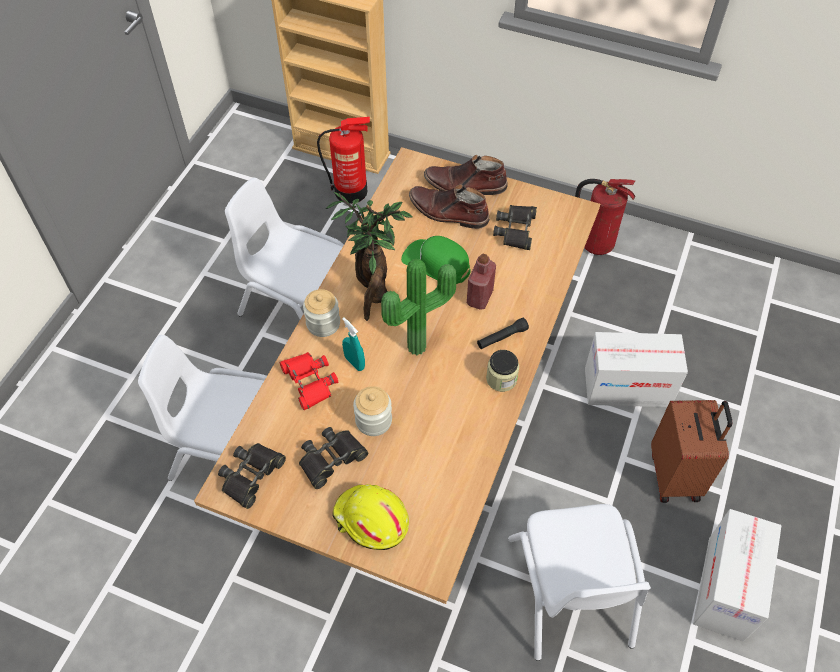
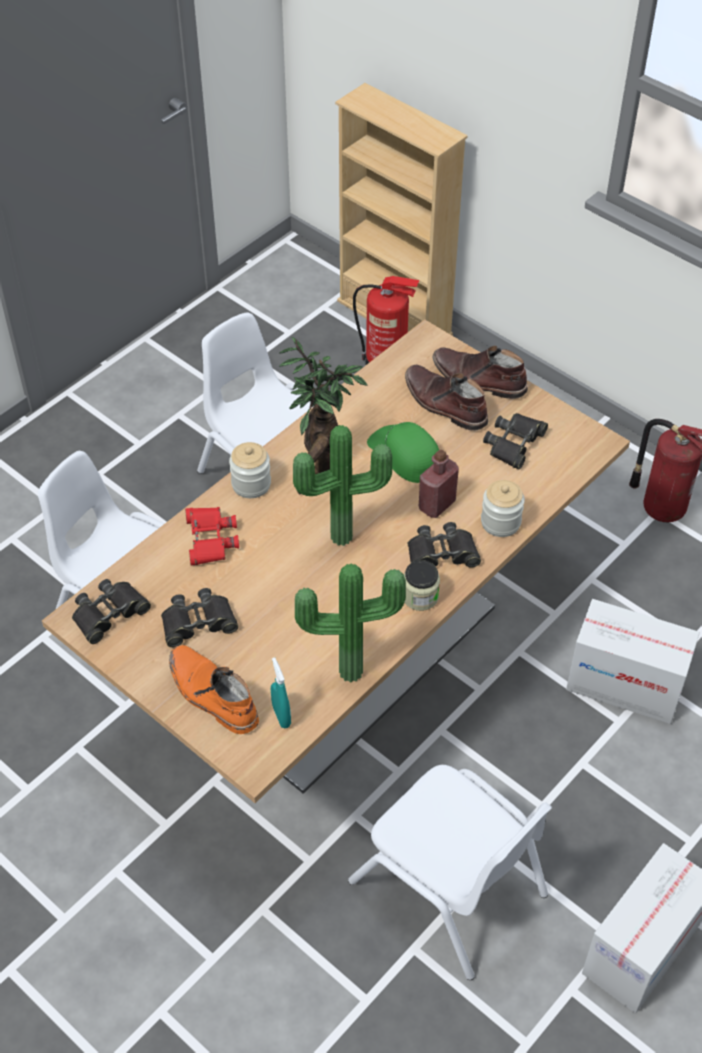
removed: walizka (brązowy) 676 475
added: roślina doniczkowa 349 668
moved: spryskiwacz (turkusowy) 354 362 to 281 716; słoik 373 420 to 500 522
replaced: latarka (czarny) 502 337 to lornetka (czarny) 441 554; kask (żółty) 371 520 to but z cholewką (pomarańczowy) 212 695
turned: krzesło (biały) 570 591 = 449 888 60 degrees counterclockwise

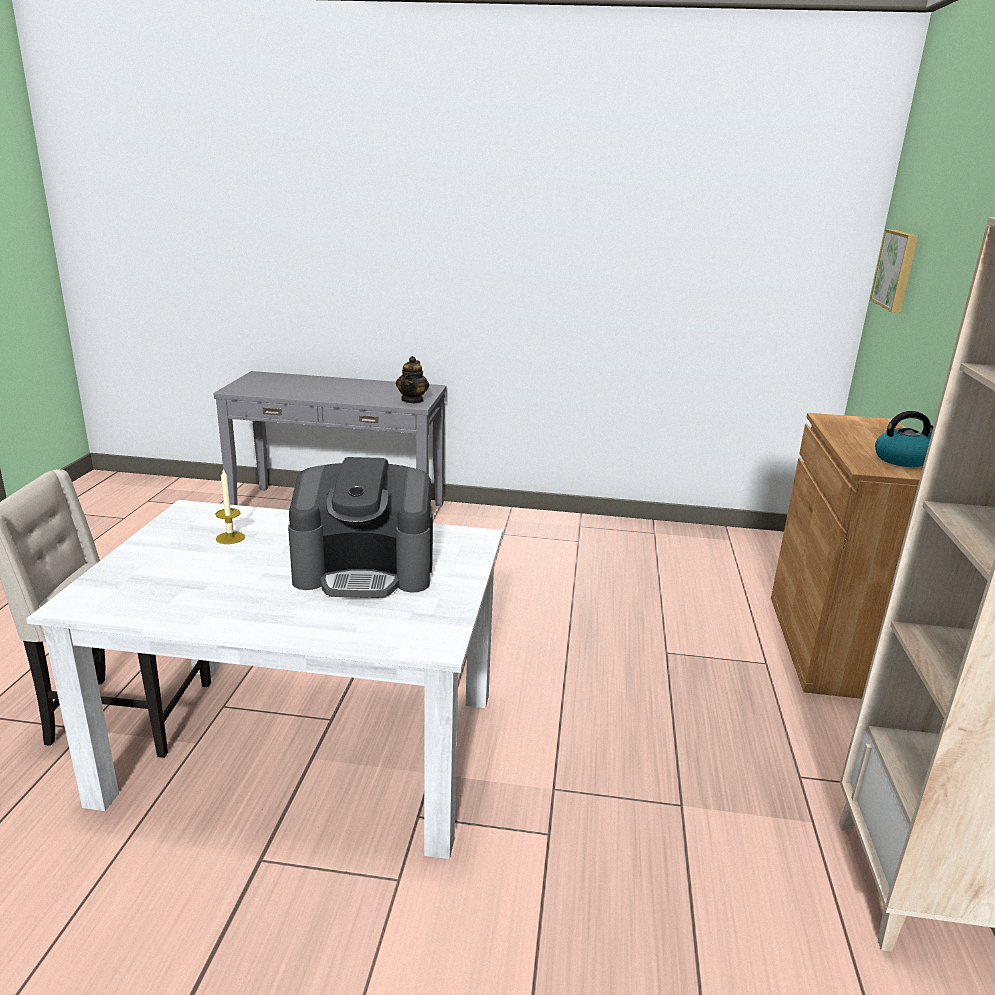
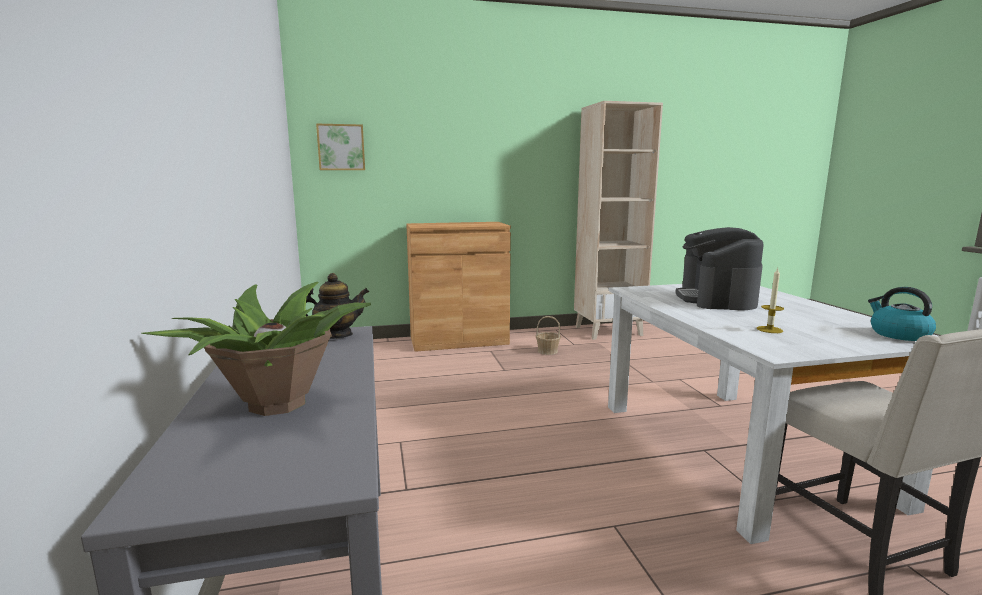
added: roślina doniczkowa 276 404; koszyk 547 351
moved: czajnik 902 459 to 898 334
turned: ekspres do kawy 365 570 = 716 299 150 degrees counterclockwise

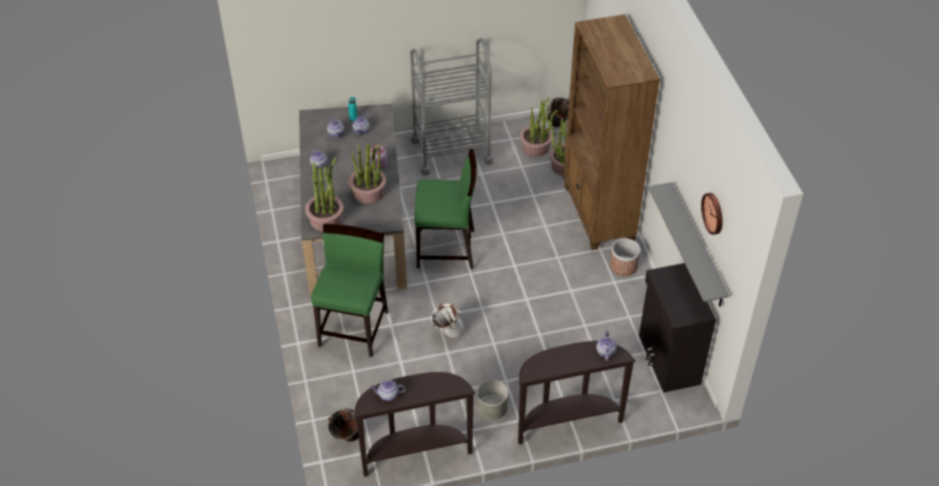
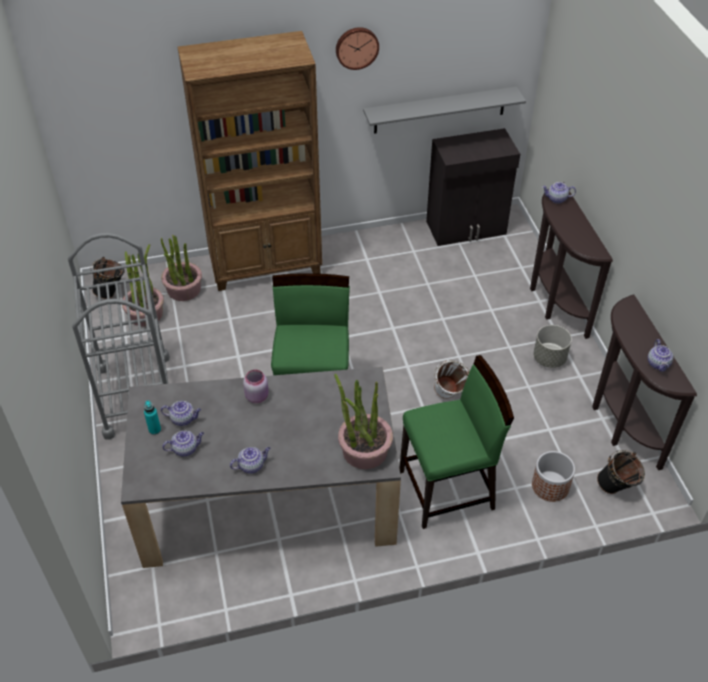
removed: roślina doniczkowa 368 192
moved: zegar ścienny 714 213 to 356 47; donica 623 266 to 550 486
turned: krzesło (zielony) 354 328 = 447 490 150 degrees clockwise

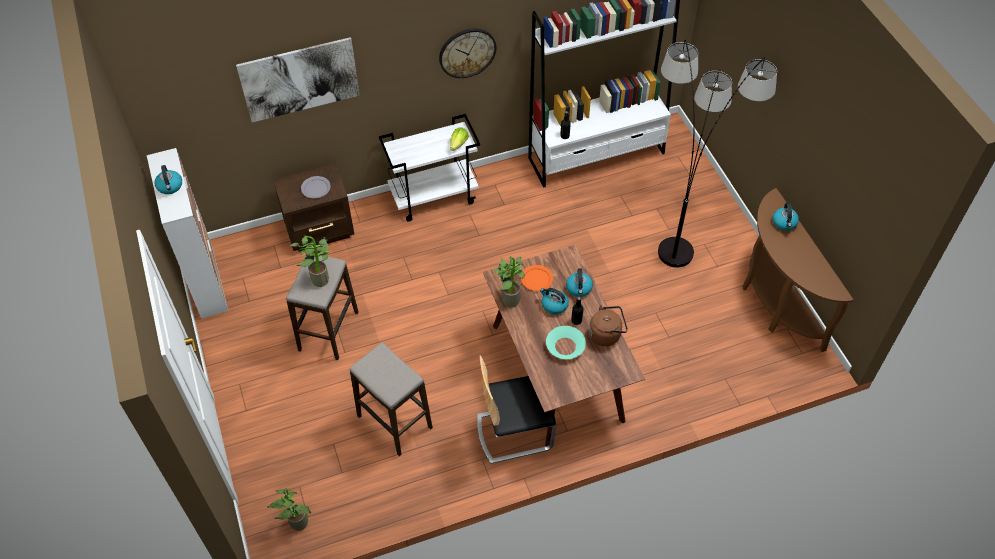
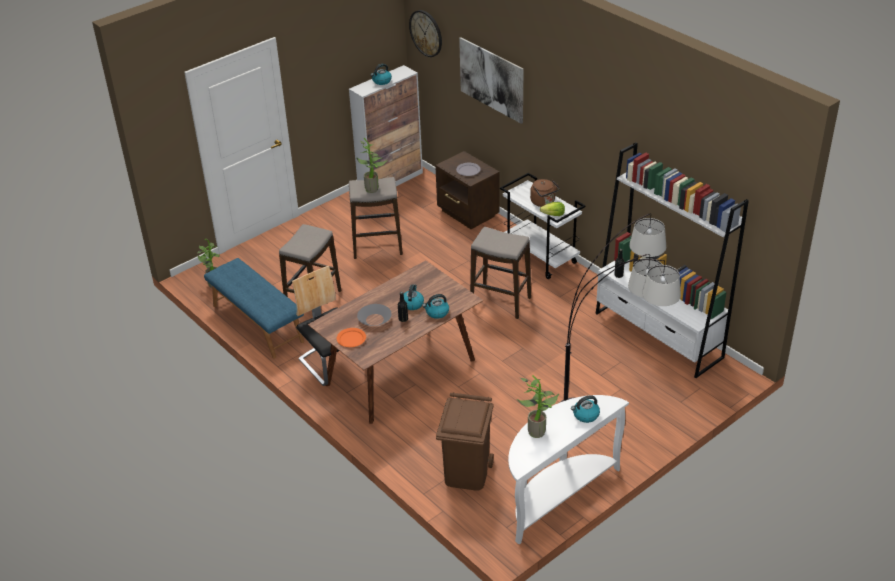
added: stołek 500 302; ławka (niebieski) 257 323; kosz na śmieci (brązowy) 467 473
moved: zegar ścienny 467 52 to 426 33; roślina doniczkowa 509 298 to 538 430; talerz (pomarańczowy) 536 279 to 351 338; czajnik (brązowy) 606 334 to 544 202
recoloured: stolik konsolowy (brązowy) 775 302 to stolik konsolowy (biały) 556 495; miska (turkusowy) 565 346 to miska (szary) 374 319

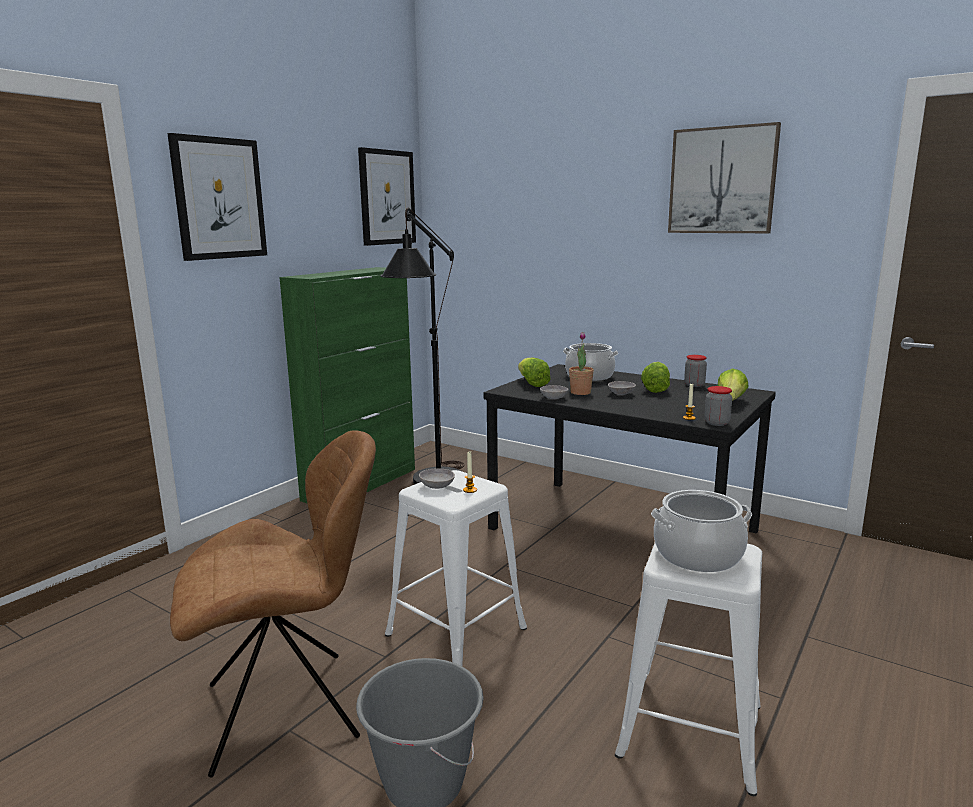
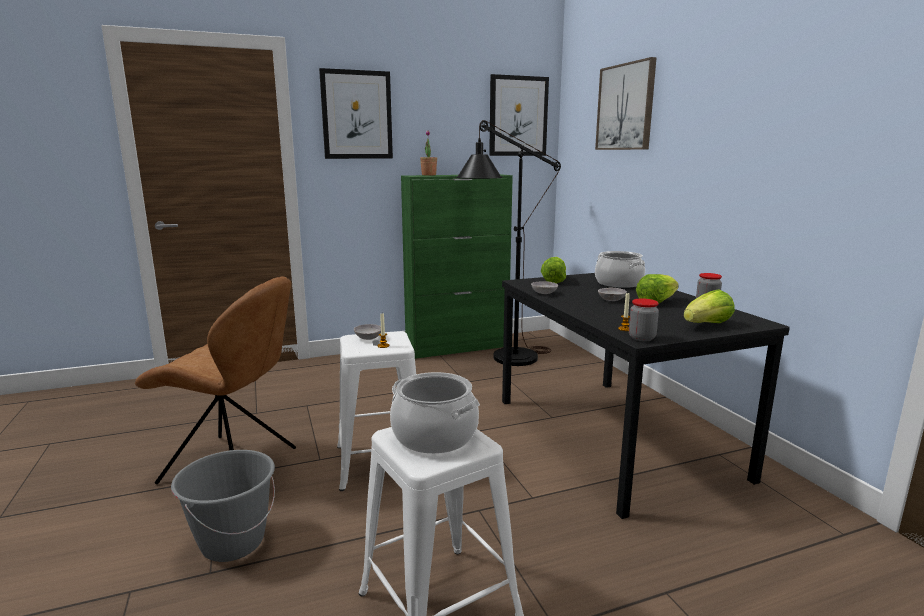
moved: obraz 722 180 to 625 107; roślina doniczkowa 580 392 to 428 175

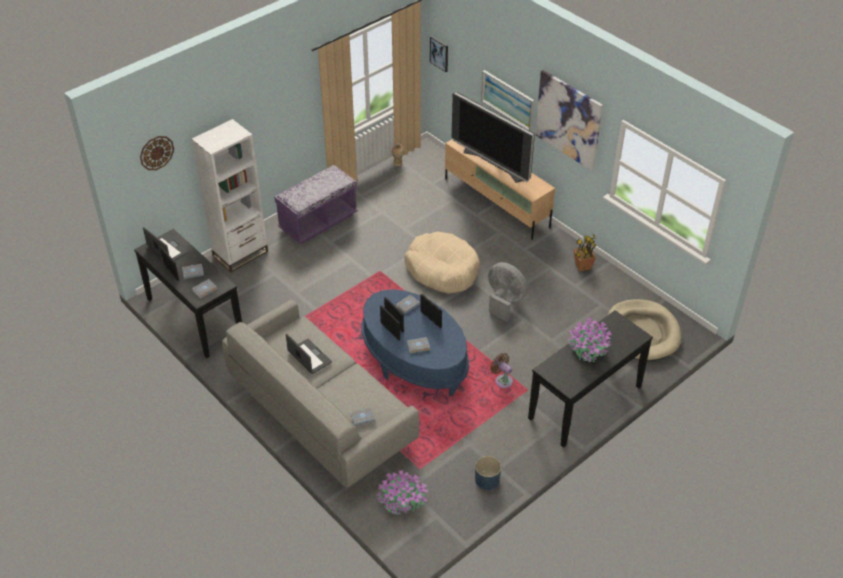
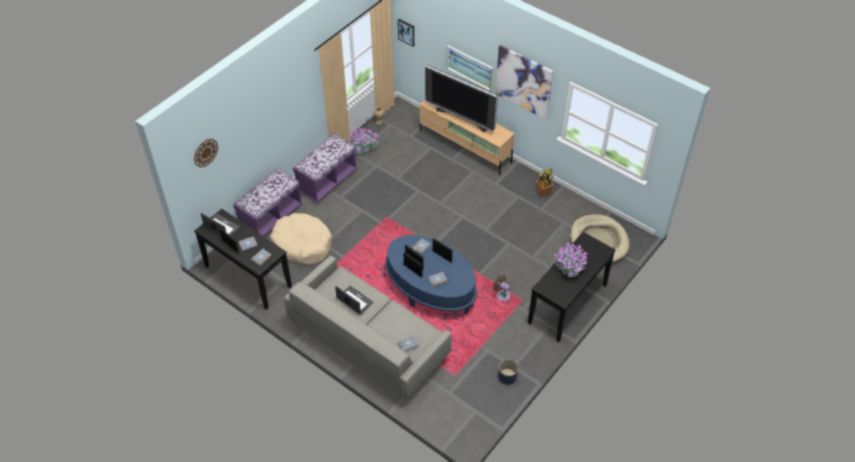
removed: wentylator (szary) 504 301
moved: legowisko (beżowy) 442 270 to 302 244; roślina doniczkowa 402 502 to 363 147
replaced: regał (biały) 240 254 to ławka (fioletowy) 271 217

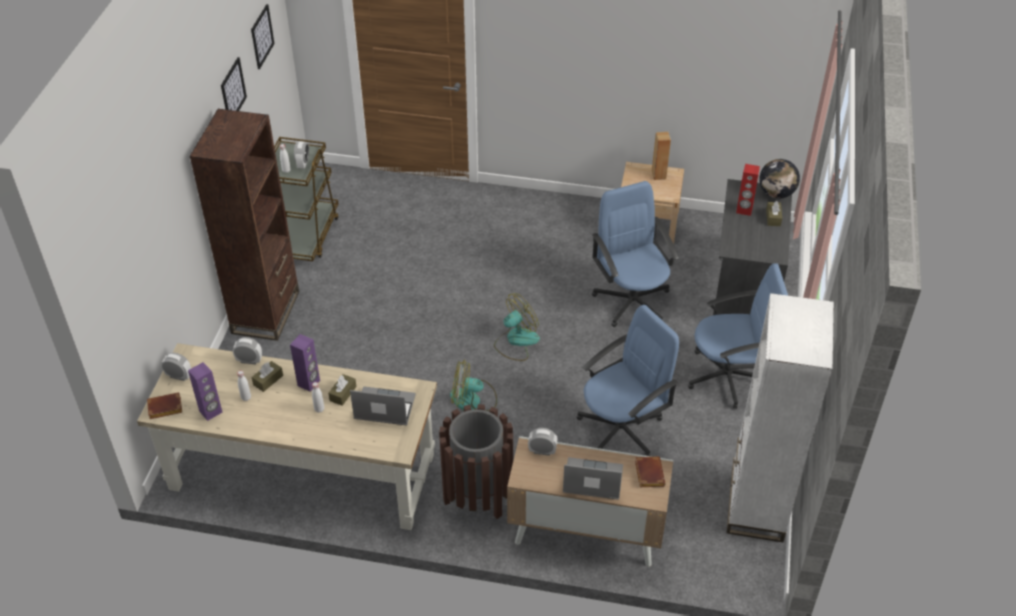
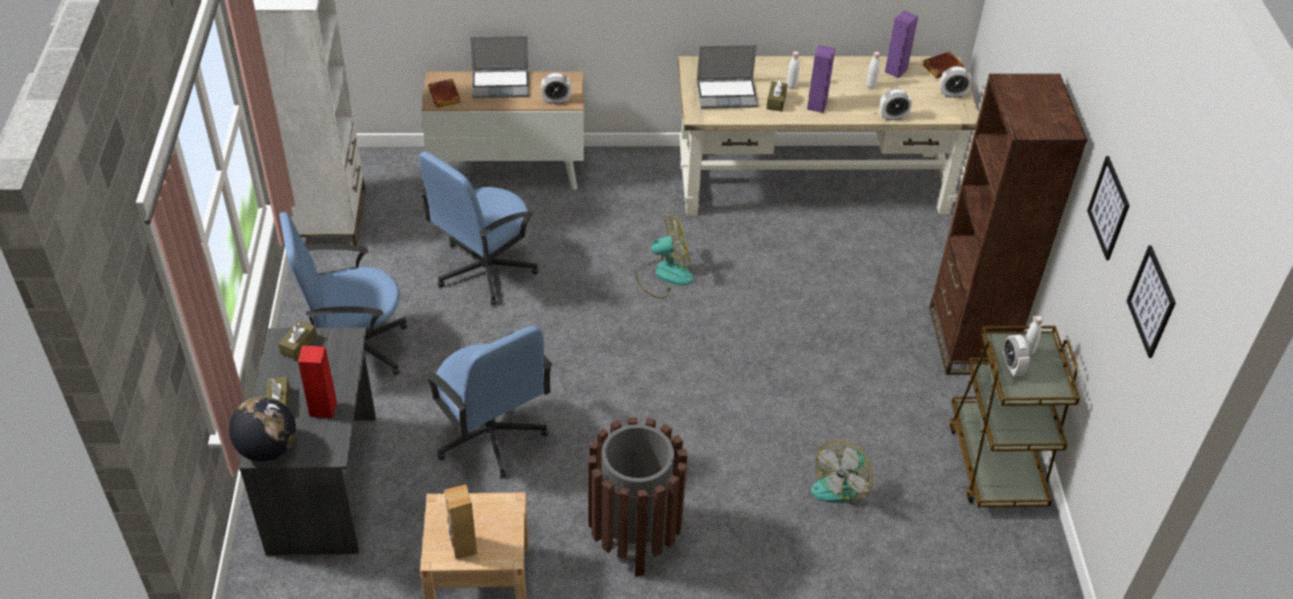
moved: wentylator 516 341 to 841 483; pudełko chusteczek (brązowy) 268 380 to 299 345; kosz na śmieci (brązowy) 477 494 to 634 536

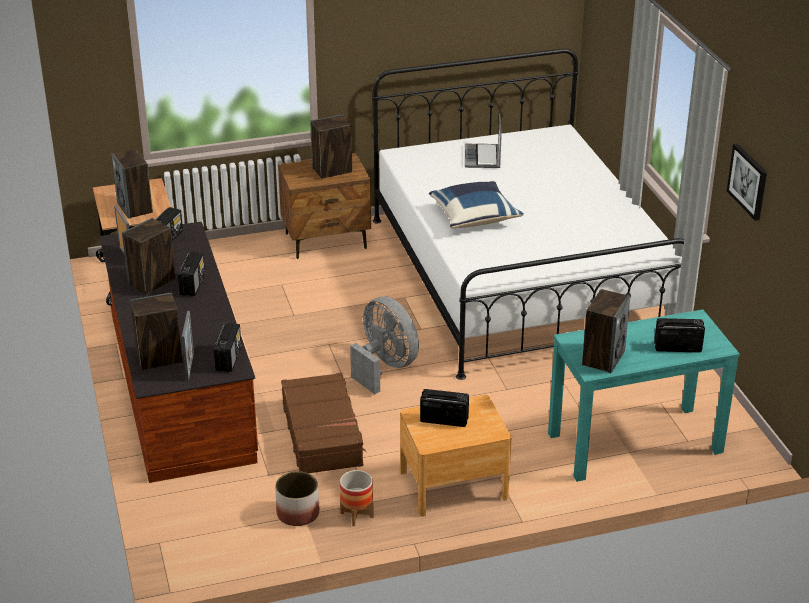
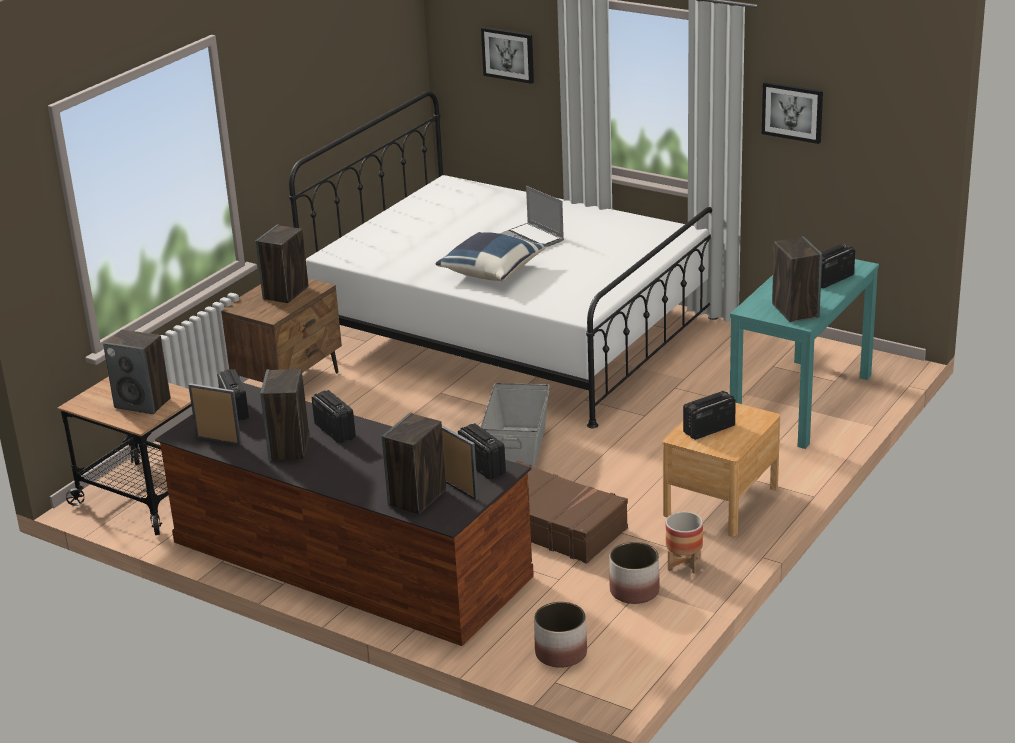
added: obraz 508 54; donica 560 653
moved: laptop 483 158 to 532 239
replaced: wentylator (szary) 385 367 to pojemnik do przechowywania (szary) 517 451

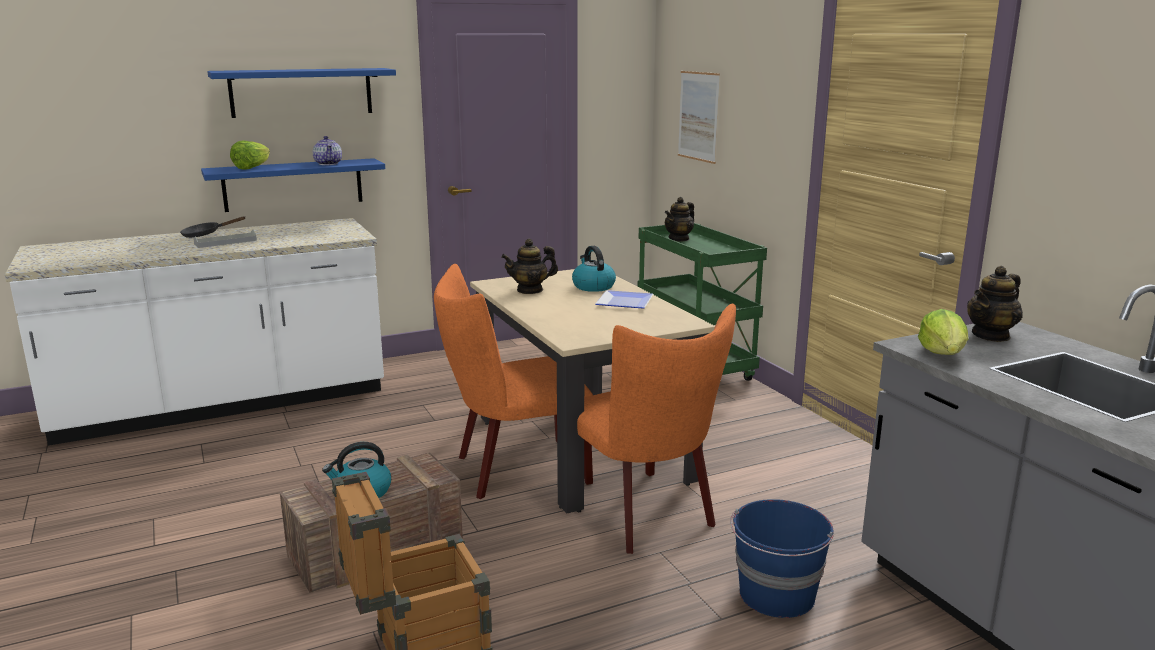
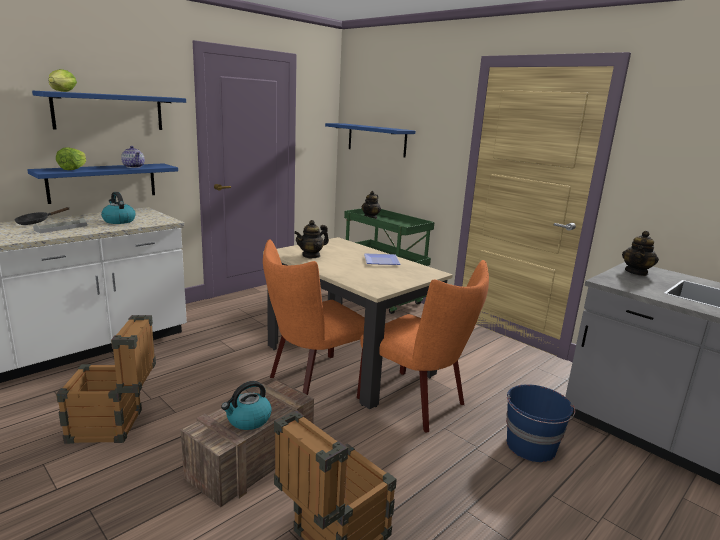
added: skrzynka 115 426
moved: czajnik 593 286 to 118 221; sałata 943 354 to 62 91
replaced: obraz 698 116 to półka (niebieski) 376 140

